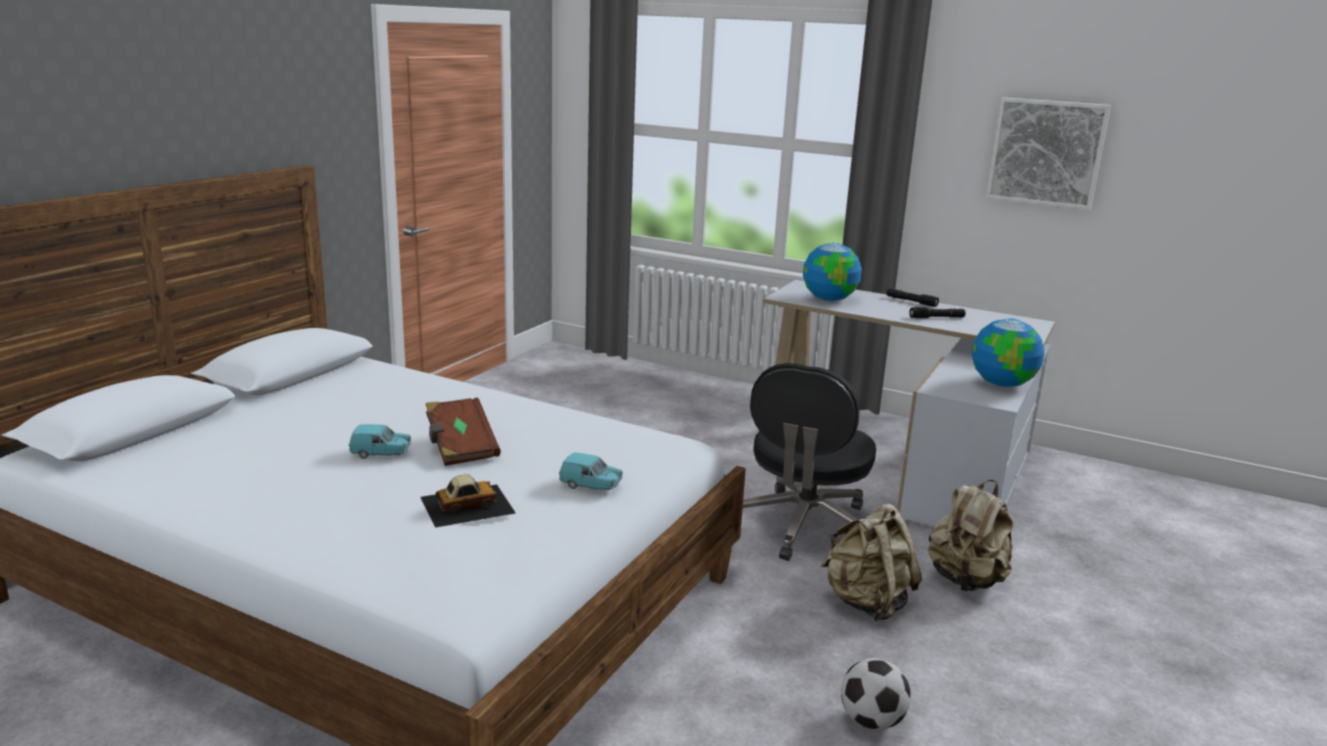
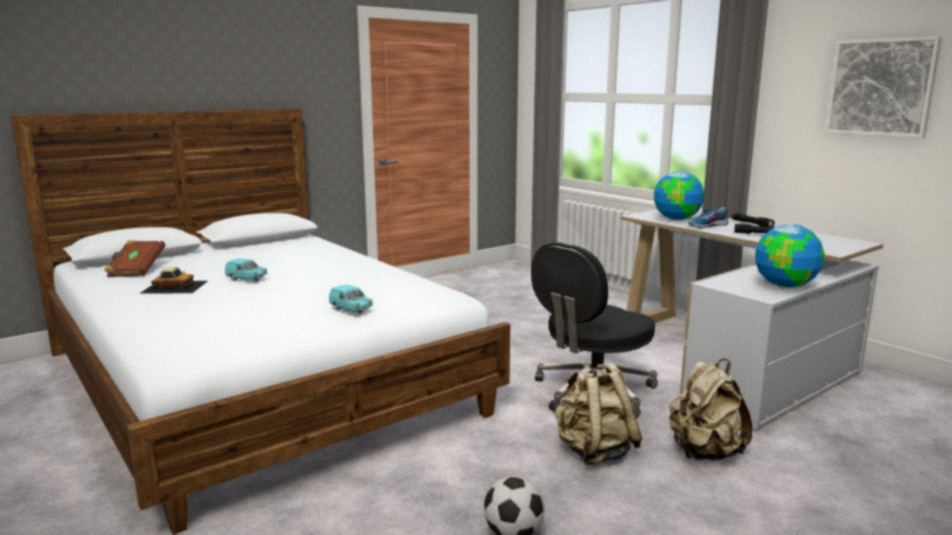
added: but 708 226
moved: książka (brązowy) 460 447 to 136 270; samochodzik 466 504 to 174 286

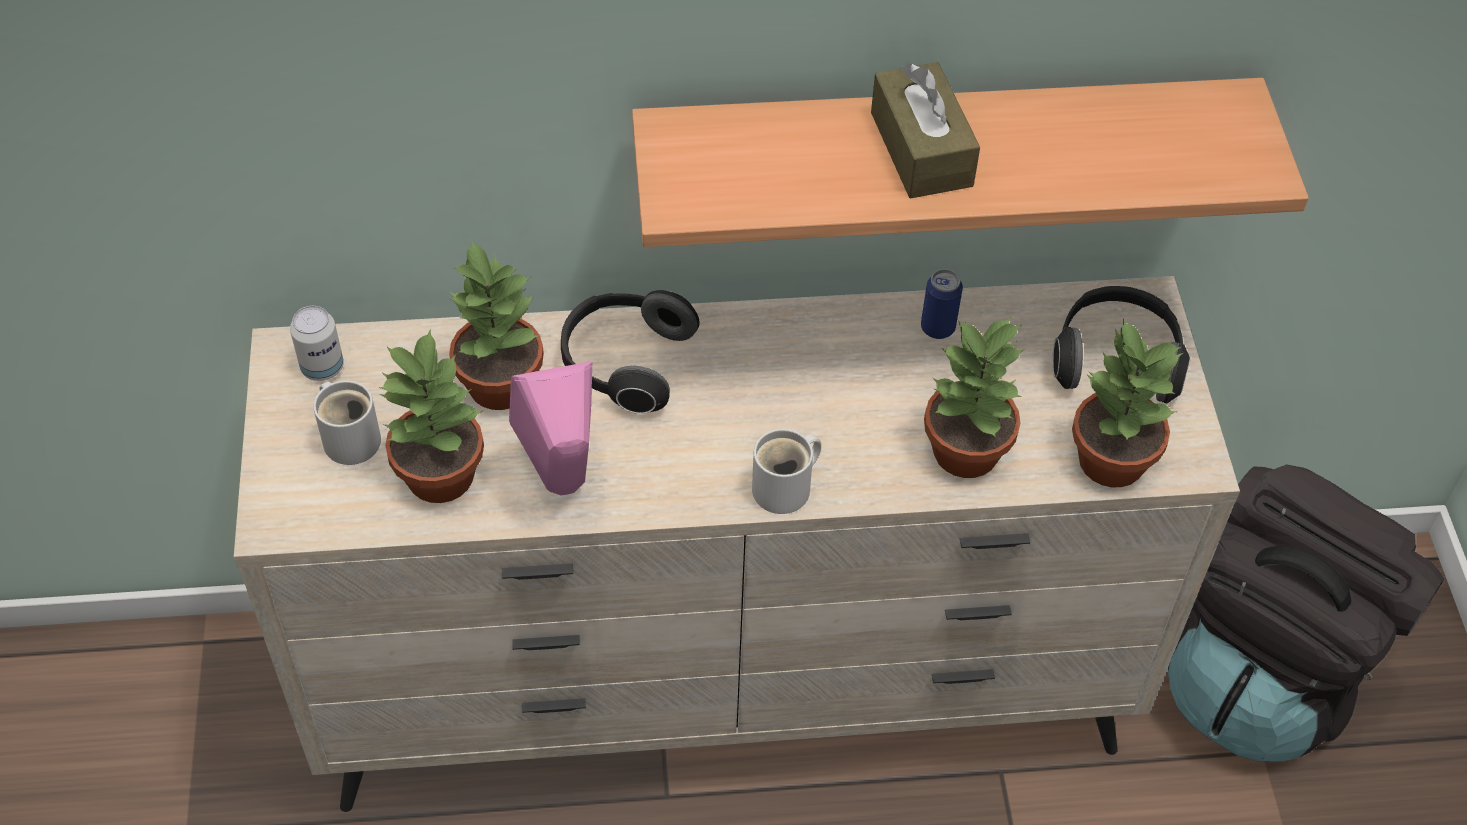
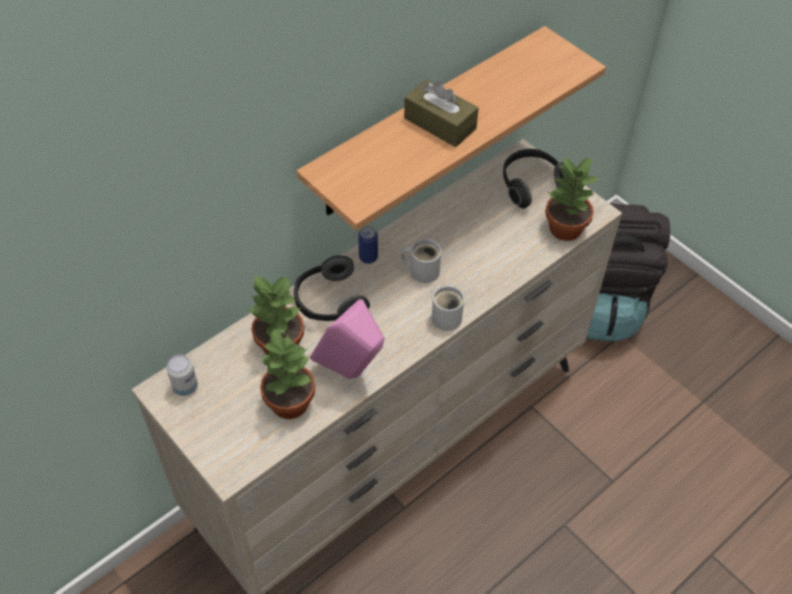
removed: roślina doniczkowa 967 453
moved: puszka 937 328 to 368 257; kubek (biały) 351 437 to 422 270

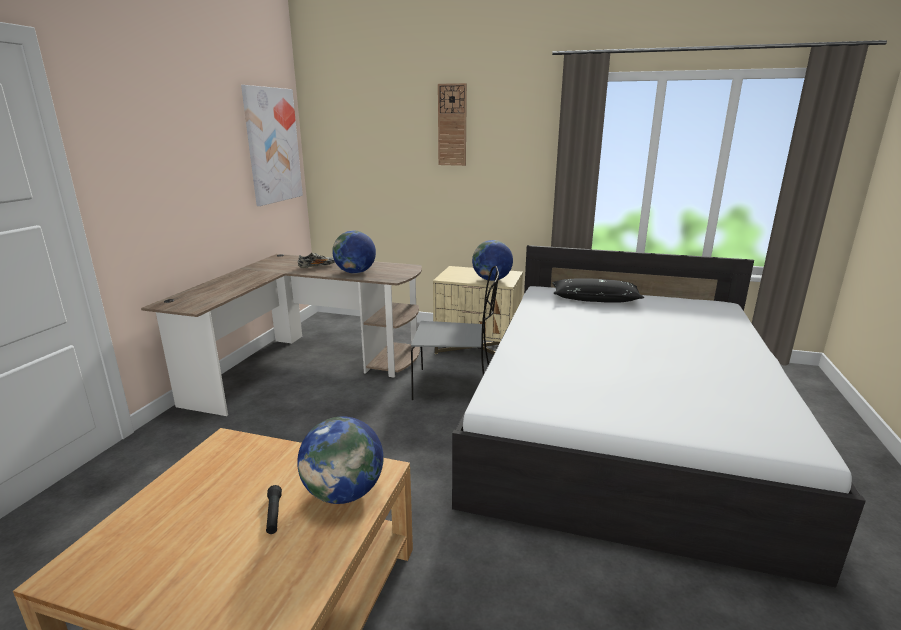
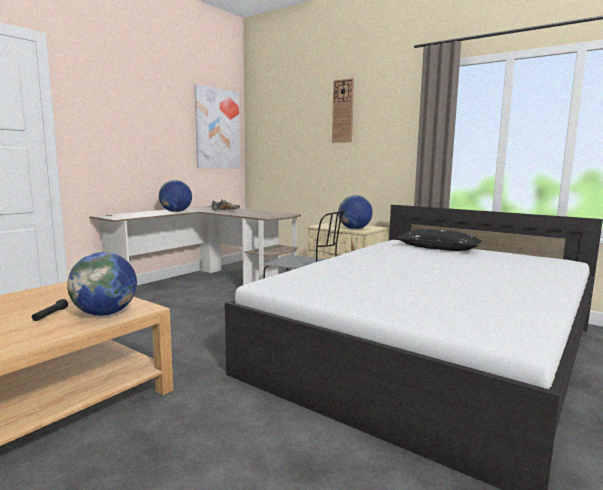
moved: globus 355 272 to 176 212

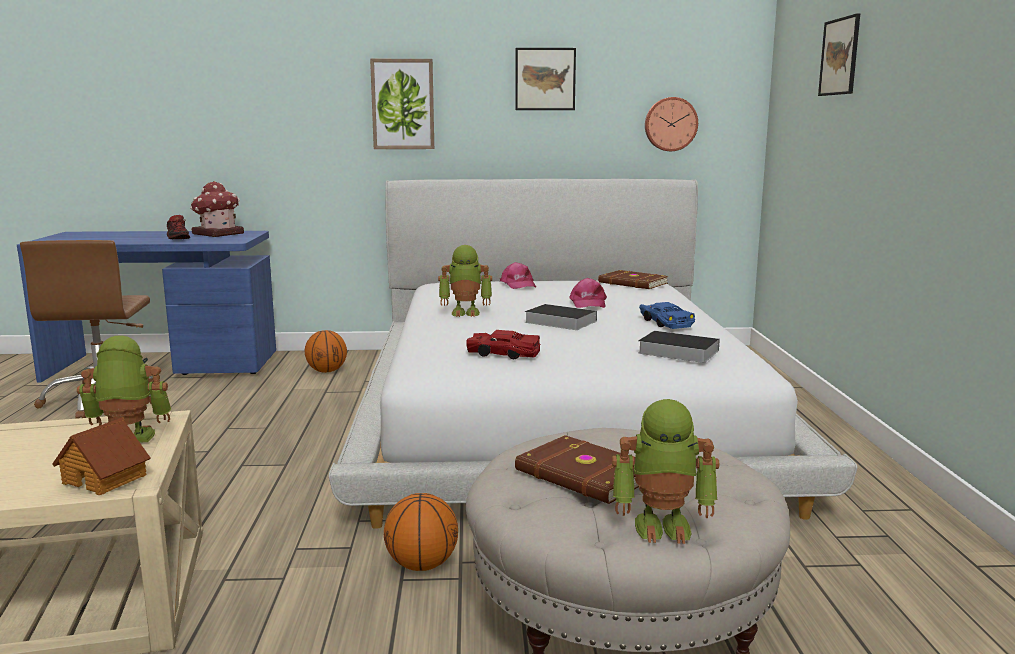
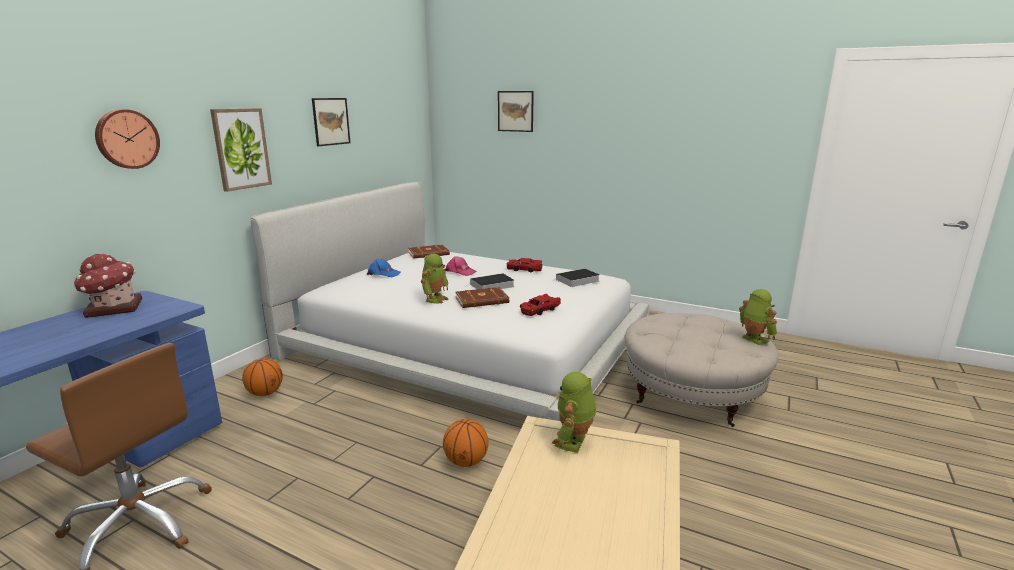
removed: but 179 238; domek 105 478
moved: zegar ścienny 670 124 to 126 139; książka (brązowy) 583 475 to 482 300; piłka do koszykówki 422 565 to 466 462
recoloured: czapka z daszkiem (różowy) 518 285 to czapka z daszkiem (niebieski) 383 274; samochodzik (niebieski) 665 323 to samochodzik (czerwony) 524 269
turned: robot zabawkowy 663 525 = 753 339 60 degrees counterclockwise

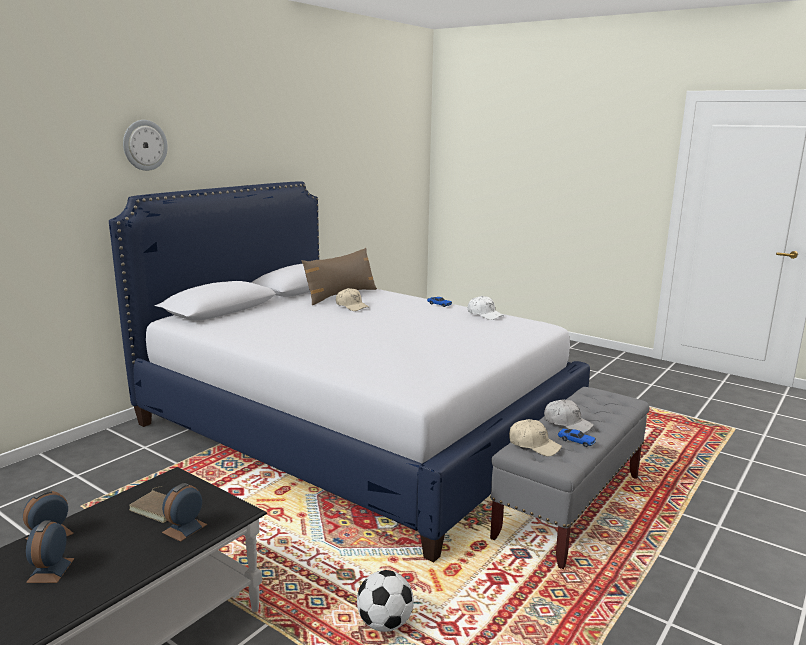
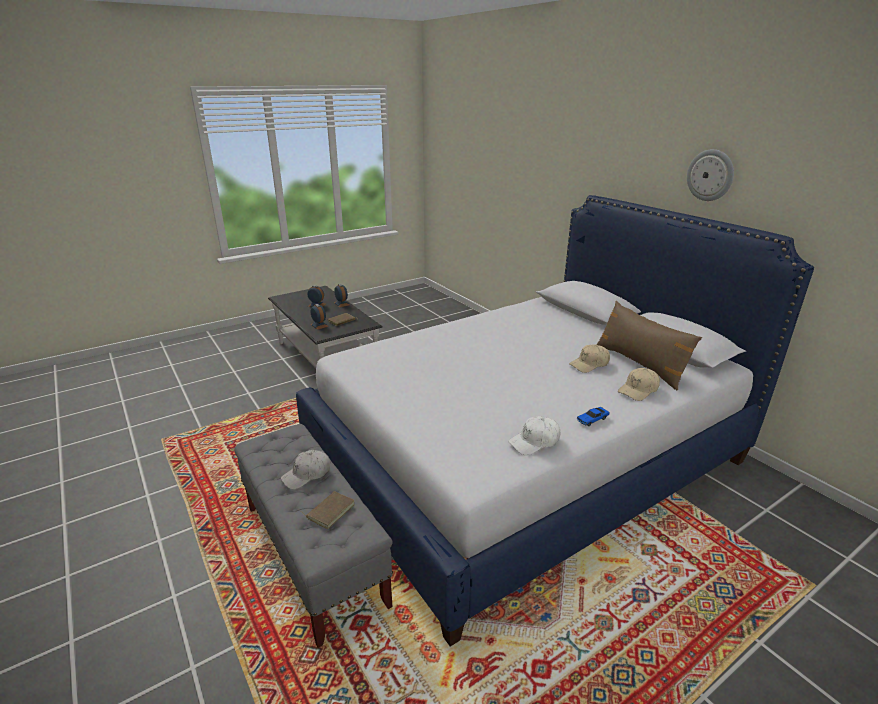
removed: samochodzik 576 441; piłka futbolowa 384 623
added: książka (brązowy) 330 511
moved: zegar ścienny 144 145 to 710 175; czapka z daszkiem (beżowy) 534 445 to 638 390

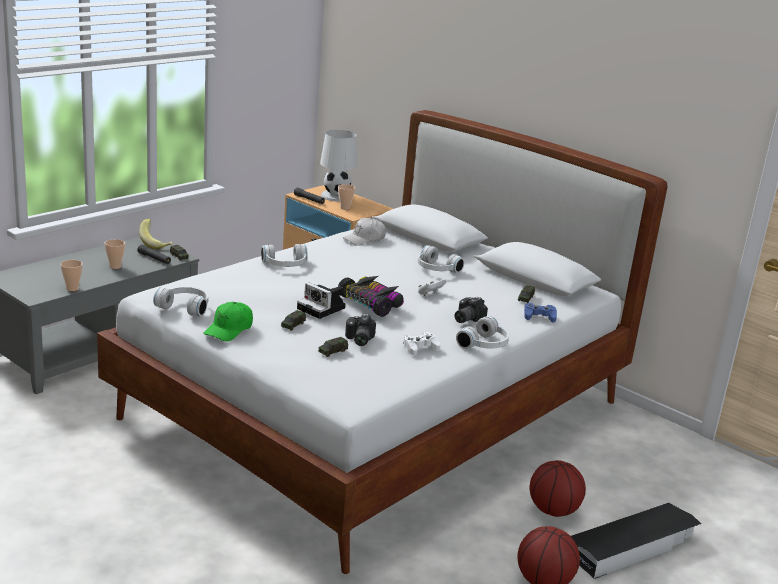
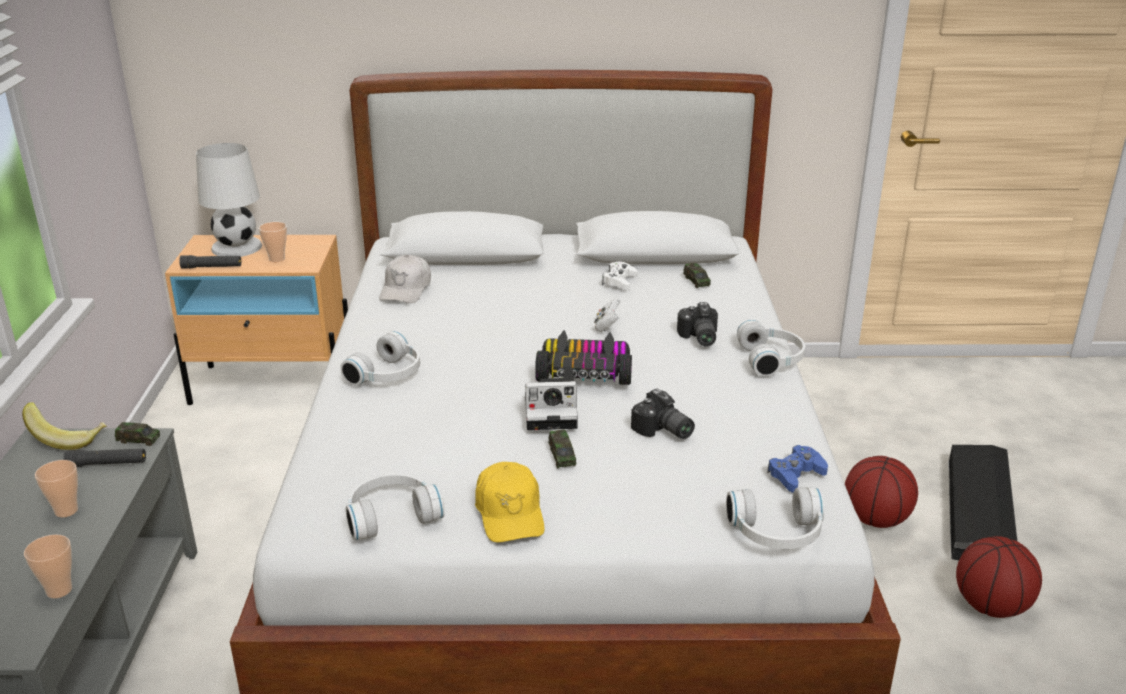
removed: samochodzik 333 351
moved: słuchawki (biały) 435 269 to 777 534; pad do gier (niebieski) 539 316 to 795 475; pad do gier (biały) 420 348 to 619 282
recoloured: czapka z daszkiem (zielony) 229 329 to czapka z daszkiem (żółty) 510 513

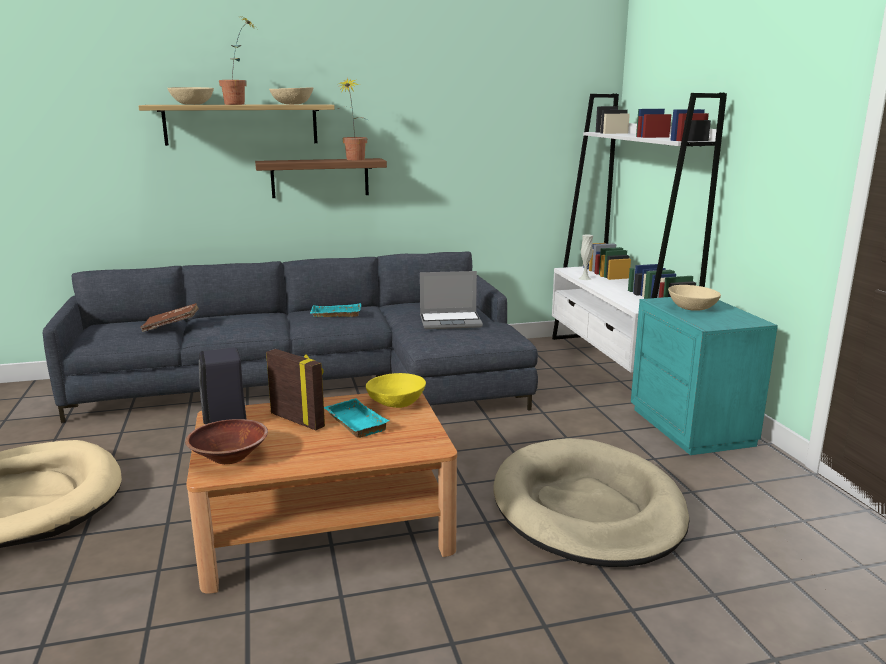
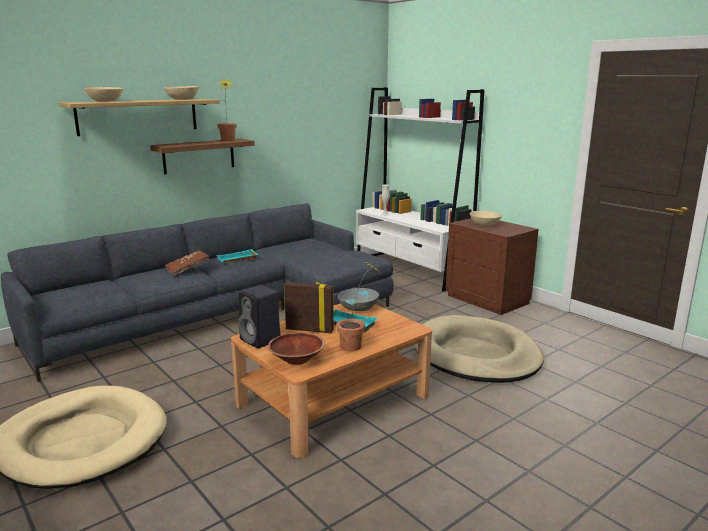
removed: laptop 451 321
moved: roślina doniczkowa 240 104 to 357 346; książka (brązowy) 171 326 to 187 269
recoloured: szafka nocna (turkusowy) 692 427 to szafka nocna (brązowy) 488 299; miska (żółty) 397 403 to miska (szary) 358 308

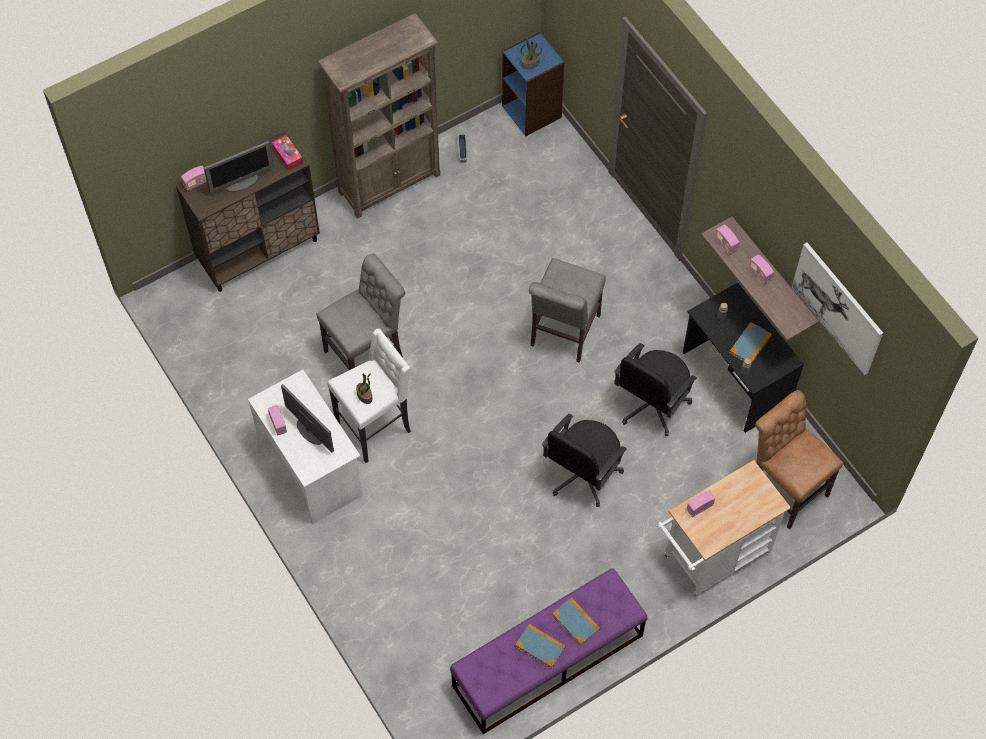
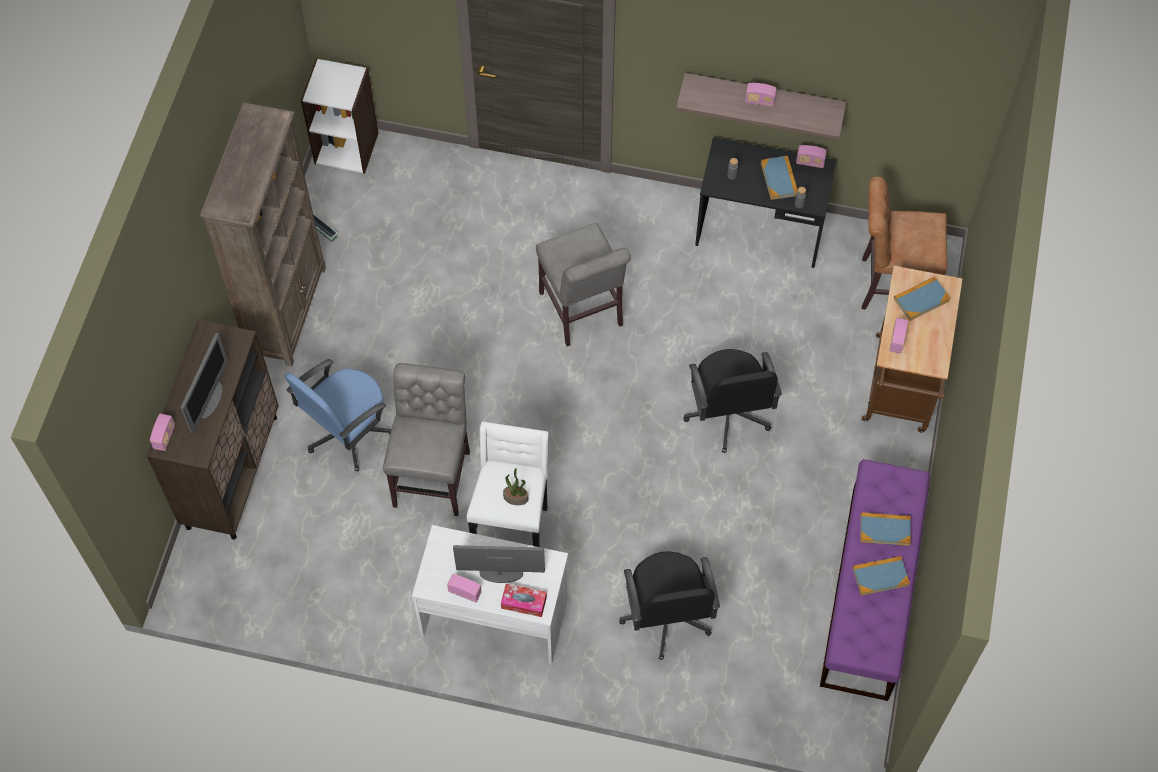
removed: roślina doniczkowa 530 63; obraz 837 308
added: książka 921 299; krzesło biurowe (niebieski) 347 432
moved: pudełko chusteczek 288 156 to 524 602; radio 726 244 to 810 162; krzesło biurowe (czarny) 651 404 to 666 617
recoloured: regał (niebieski) 532 111 to regał (biały) 347 147; wózek (biały) 711 558 to wózek (brązowy) 900 390

